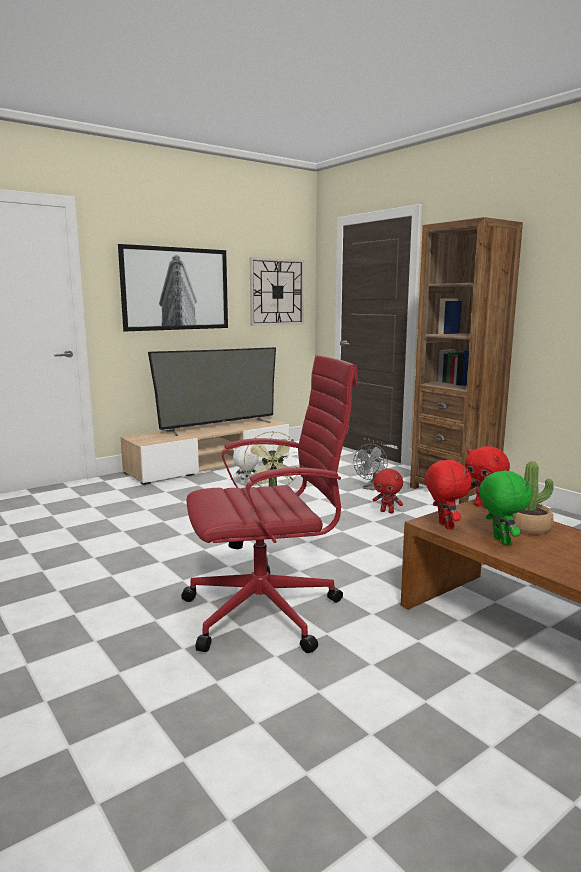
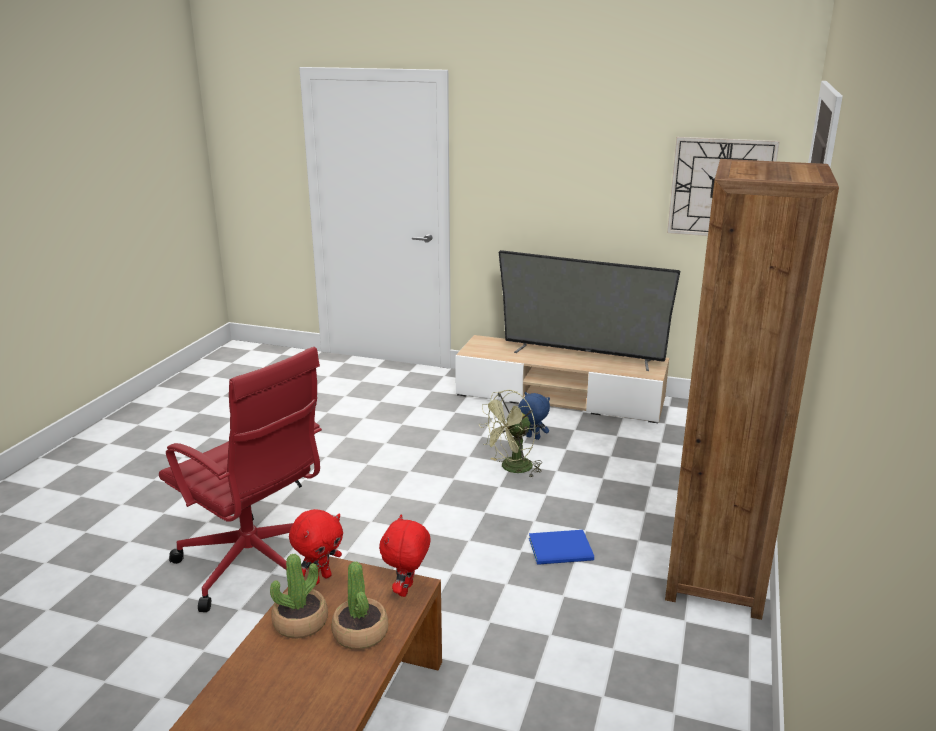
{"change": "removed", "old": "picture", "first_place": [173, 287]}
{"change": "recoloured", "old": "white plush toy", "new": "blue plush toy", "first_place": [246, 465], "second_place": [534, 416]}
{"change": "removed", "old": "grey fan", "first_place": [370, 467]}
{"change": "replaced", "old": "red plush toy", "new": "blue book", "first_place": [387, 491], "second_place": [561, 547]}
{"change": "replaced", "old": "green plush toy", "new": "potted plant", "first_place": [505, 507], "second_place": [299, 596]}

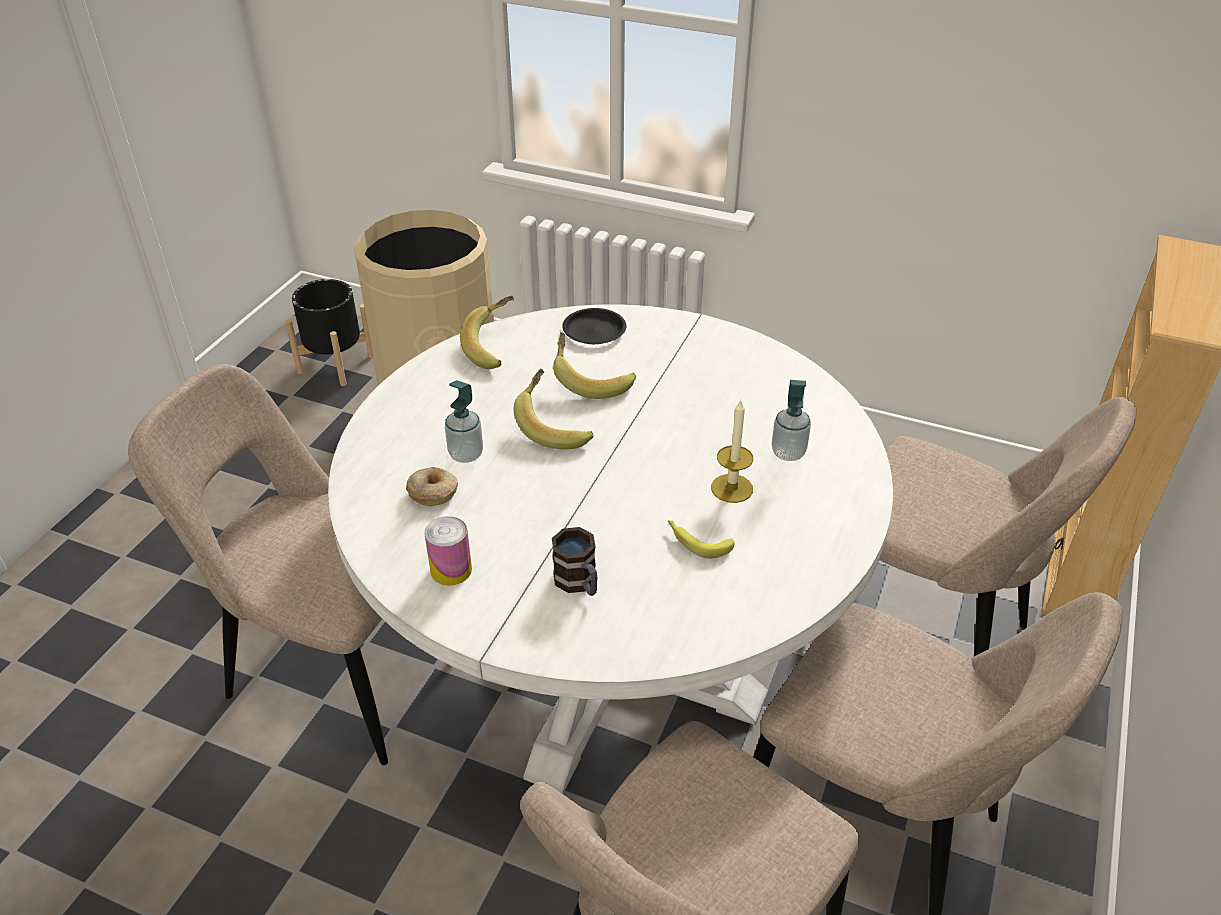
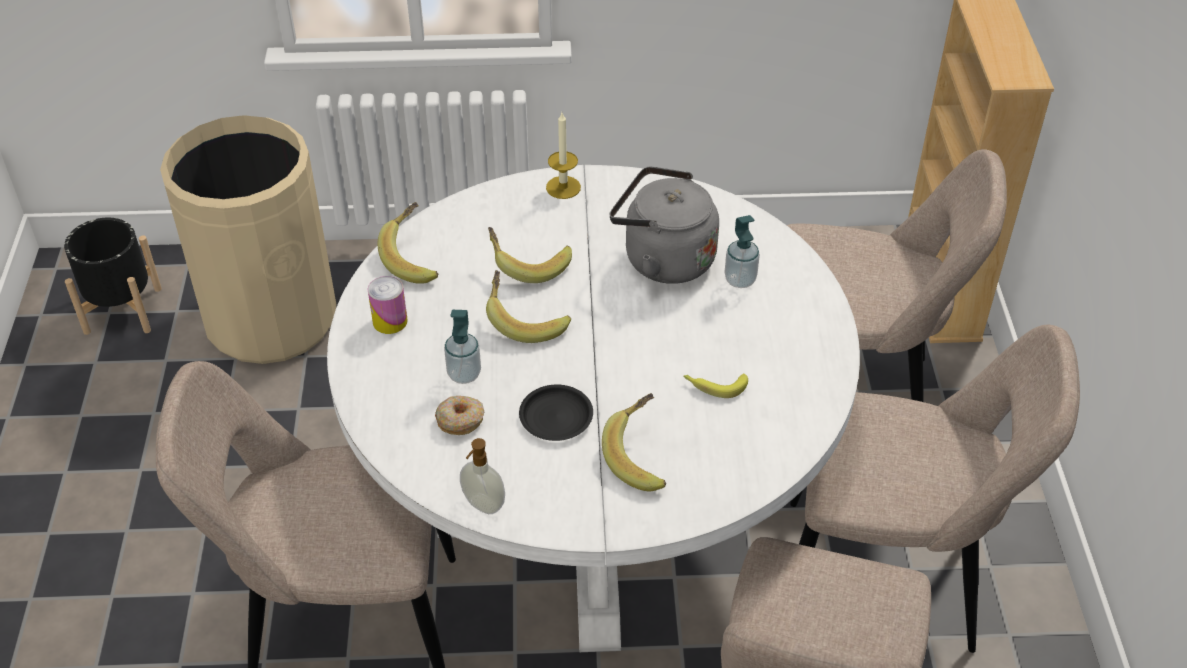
{"change": "moved", "old": "can", "first_place": [448, 550], "second_place": [387, 305]}
{"change": "replaced", "old": "mug", "new": "banana", "first_place": [574, 561], "second_place": [634, 442]}
{"change": "moved", "old": "black plate", "first_place": [594, 326], "second_place": [556, 413]}
{"change": "moved", "old": "candle", "first_place": [732, 451], "second_place": [563, 156]}
{"change": "added", "new": "soap dispenser", "second_place": [482, 476]}
{"change": "added", "new": "grey kettle", "second_place": [664, 225]}

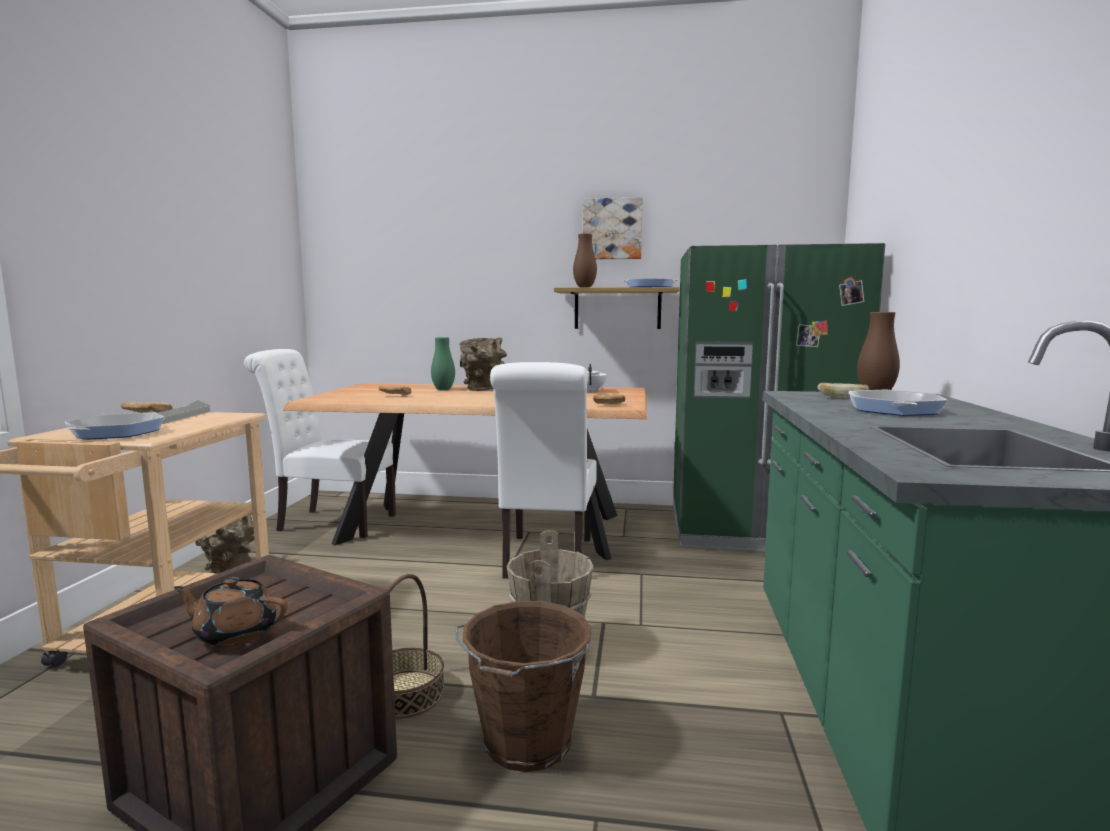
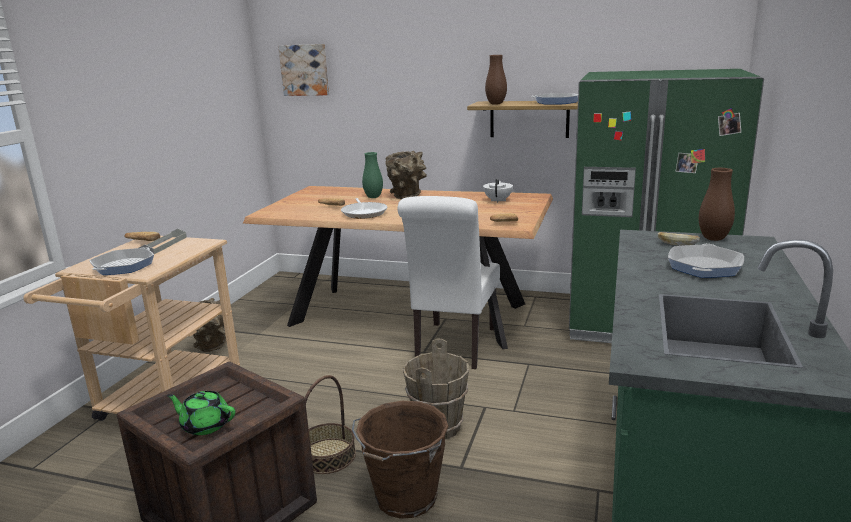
{"change": "recoloured", "old": "brown teapot", "new": "green teapot", "first_place": [230, 612], "second_place": [201, 413]}
{"change": "removed", "old": "white chair", "first_place": [320, 443]}
{"change": "moved", "old": "picture", "first_place": [613, 228], "second_place": [303, 70]}
{"change": "added", "new": "frying pan", "second_place": [364, 208]}

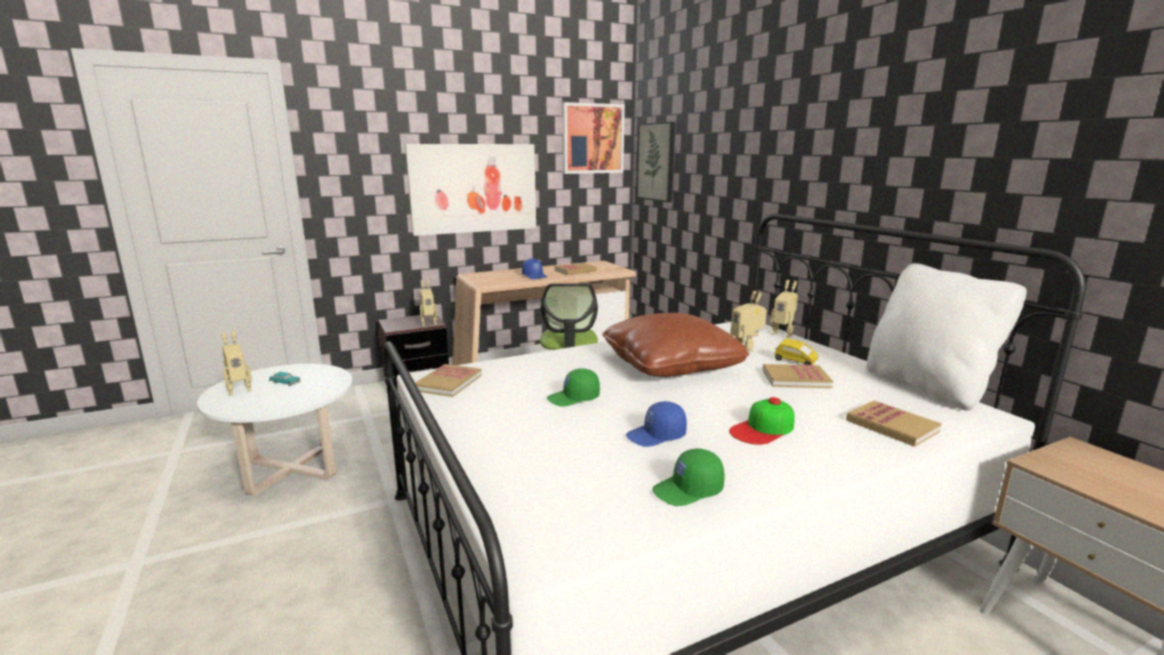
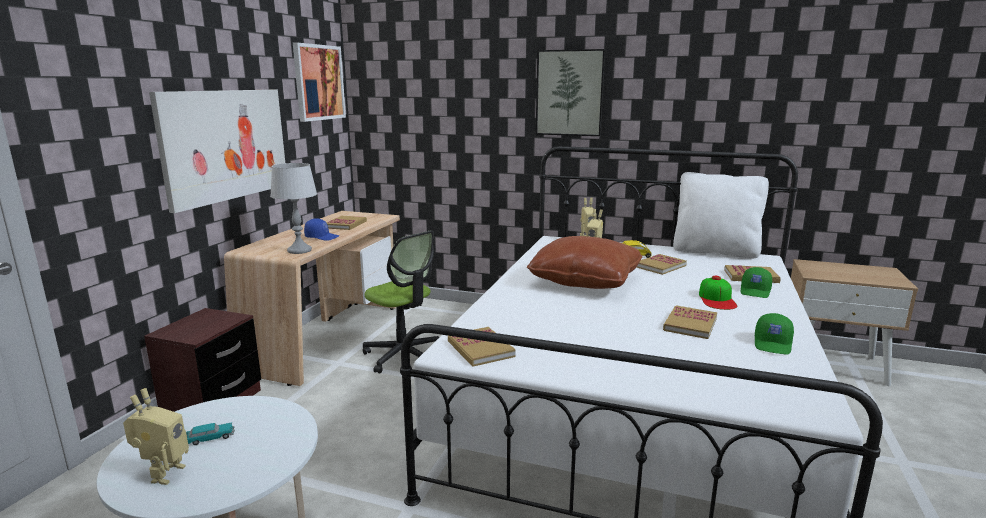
{"change": "removed", "old": "toy robot", "first_place": [429, 303]}
{"change": "moved", "old": "green cap", "first_place": [573, 387], "second_place": [756, 282]}
{"change": "replaced", "old": "blue cap", "new": "book", "first_place": [656, 424], "second_place": [690, 322]}
{"change": "moved", "old": "picture", "first_place": [656, 162], "second_place": [571, 92]}
{"change": "added", "new": "grey table lamp", "second_place": [293, 208]}

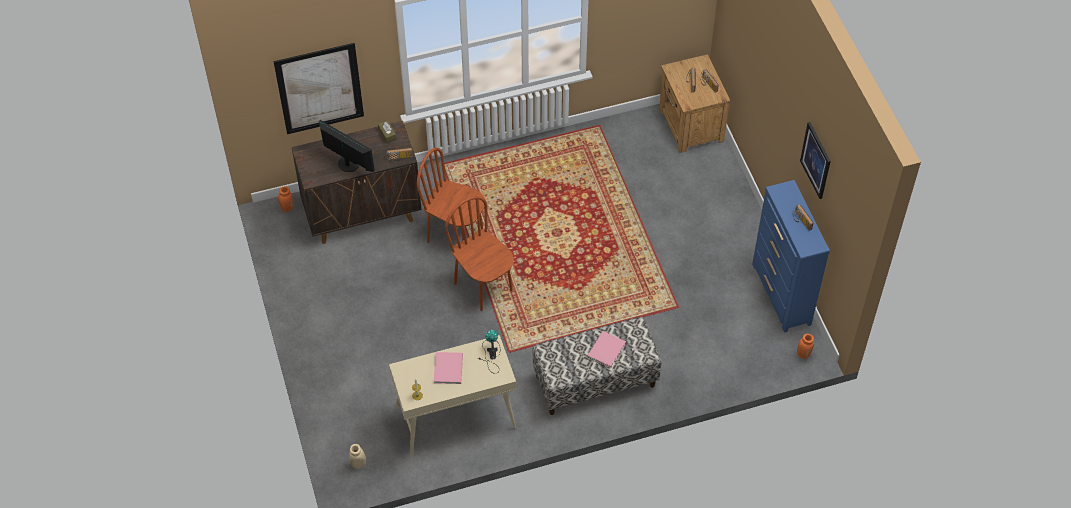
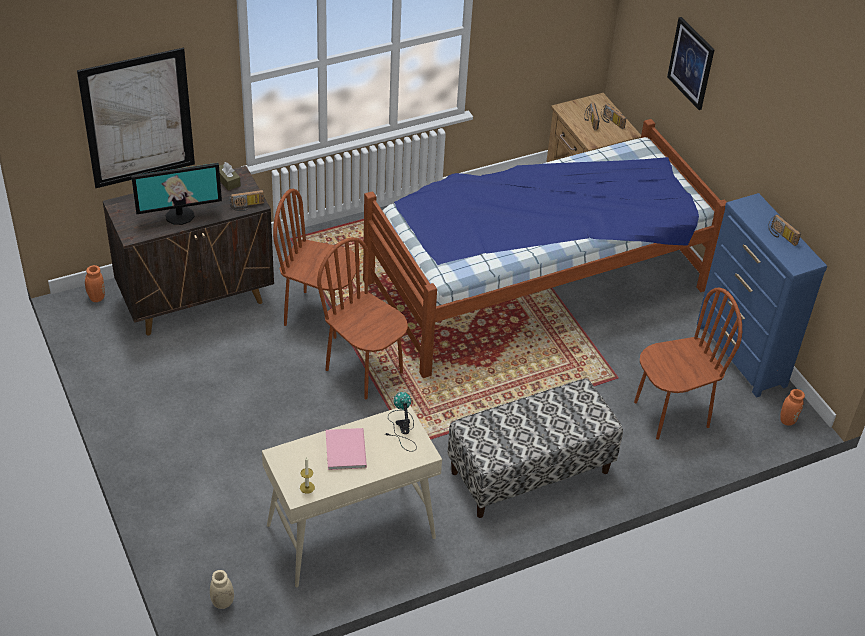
{"change": "turned", "old": "monitor", "first_place": [347, 146], "second_place": [176, 194], "degrees": 135}
{"change": "removed", "old": "pink book", "first_place": [606, 349]}
{"change": "moved", "old": "picture", "first_place": [815, 160], "second_place": [690, 63]}
{"change": "added", "new": "bed", "second_place": [545, 248]}
{"change": "added", "new": "brown chair", "second_place": [688, 364]}

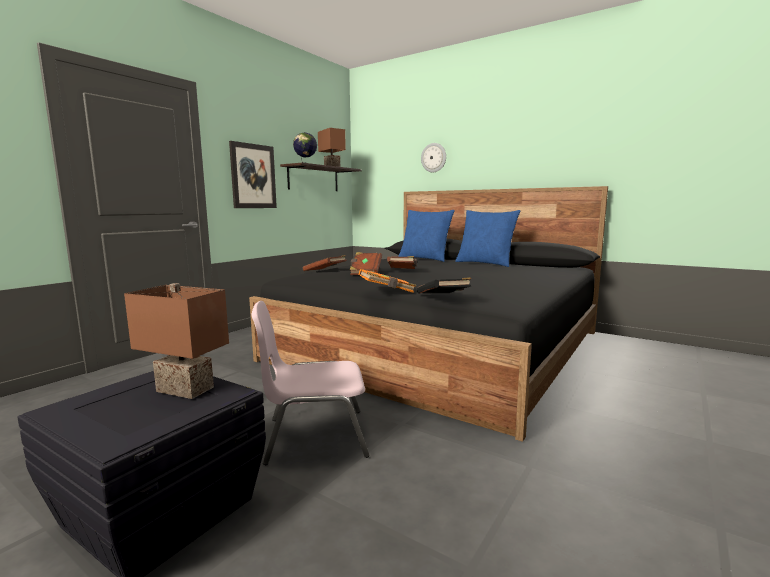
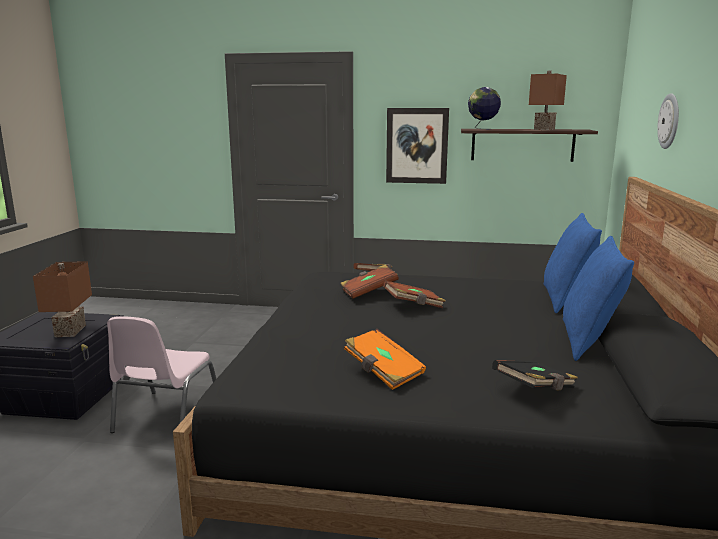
{"change": "turned", "old": "pink chair", "first_place": [311, 383], "second_place": [161, 374], "degrees": -135}
{"change": "moved", "old": "orange book", "first_place": [387, 281], "second_place": [385, 359]}
{"change": "moved", "old": "black book", "first_place": [444, 285], "second_place": [535, 375]}

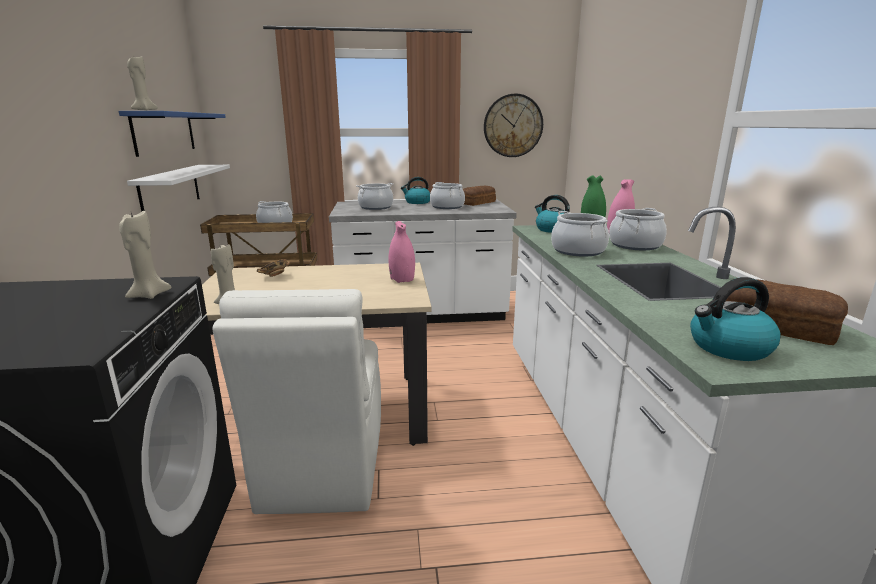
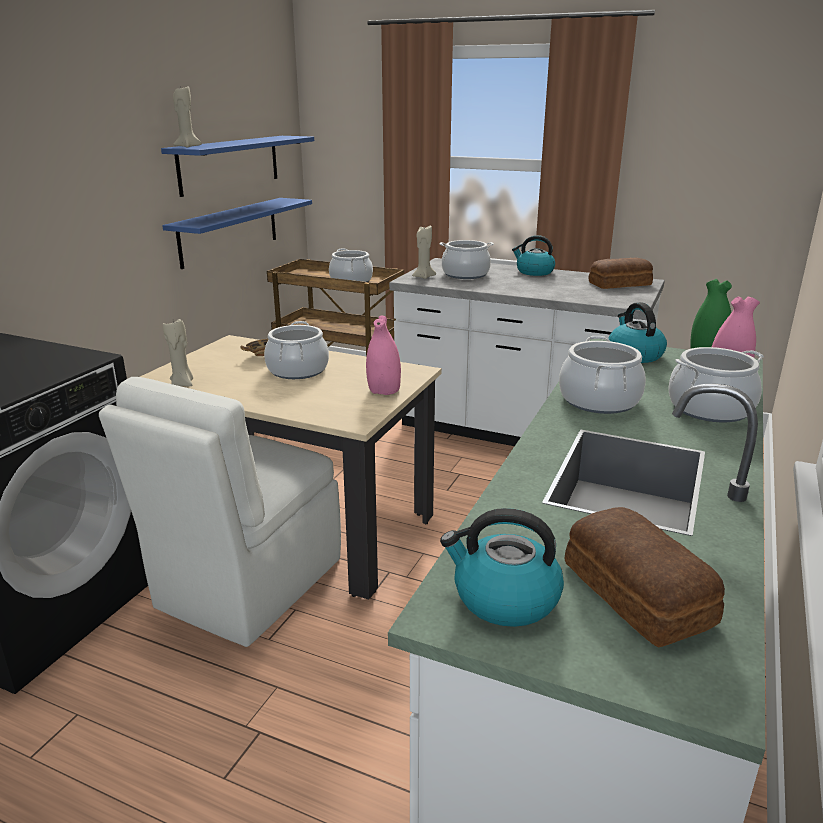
{"change": "moved", "old": "beige candle", "first_place": [145, 254], "second_place": [424, 252]}
{"change": "recoloured", "old": "white shelf", "new": "blue shelf", "first_place": [178, 188], "second_place": [237, 233]}
{"change": "moved", "old": "cooking pot", "first_place": [447, 195], "second_place": [296, 350]}
{"change": "removed", "old": "wall clock", "first_place": [513, 125]}

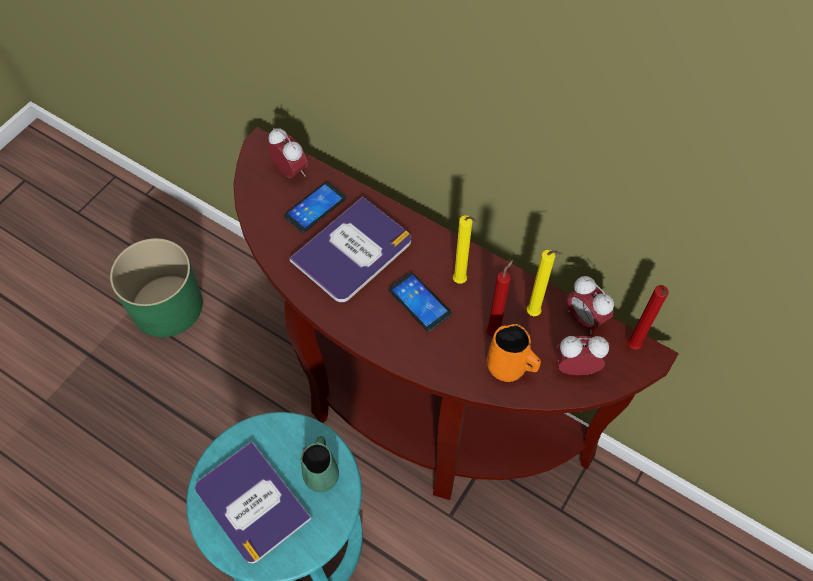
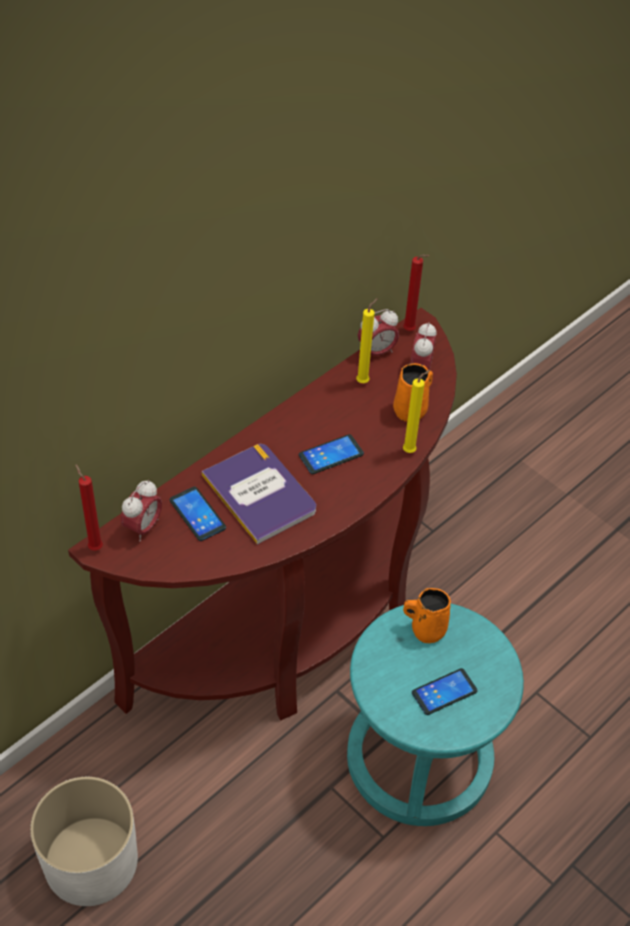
{"change": "recoloured", "old": "green planter", "new": "white planter", "first_place": [156, 287], "second_place": [84, 841]}
{"change": "replaced", "old": "book", "new": "phone", "first_place": [253, 502], "second_place": [445, 691]}
{"change": "turned", "old": "alarm clock", "first_place": [288, 153], "second_place": [141, 510], "degrees": 150}
{"change": "recoloured", "old": "green mug", "new": "orange mug", "first_place": [320, 464], "second_place": [427, 615]}
{"change": "moved", "old": "yellow candle", "first_place": [465, 249], "second_place": [416, 411]}
{"change": "moved", "old": "red candle", "first_place": [499, 298], "second_place": [89, 507]}

